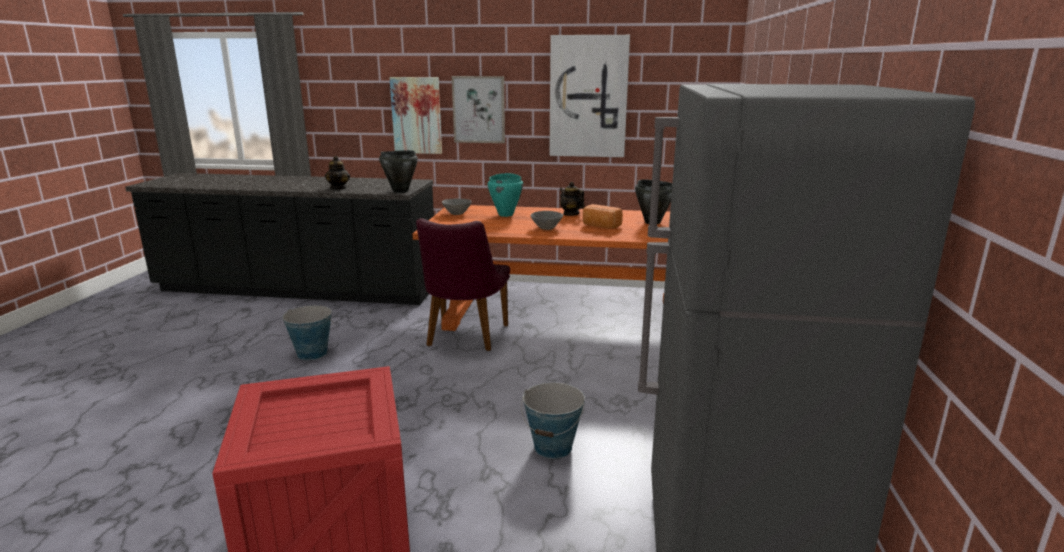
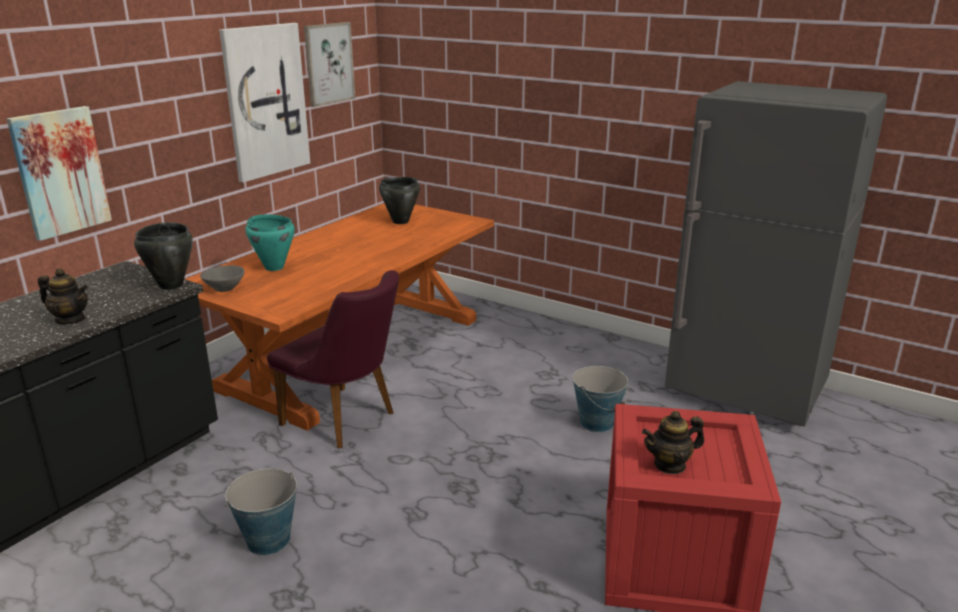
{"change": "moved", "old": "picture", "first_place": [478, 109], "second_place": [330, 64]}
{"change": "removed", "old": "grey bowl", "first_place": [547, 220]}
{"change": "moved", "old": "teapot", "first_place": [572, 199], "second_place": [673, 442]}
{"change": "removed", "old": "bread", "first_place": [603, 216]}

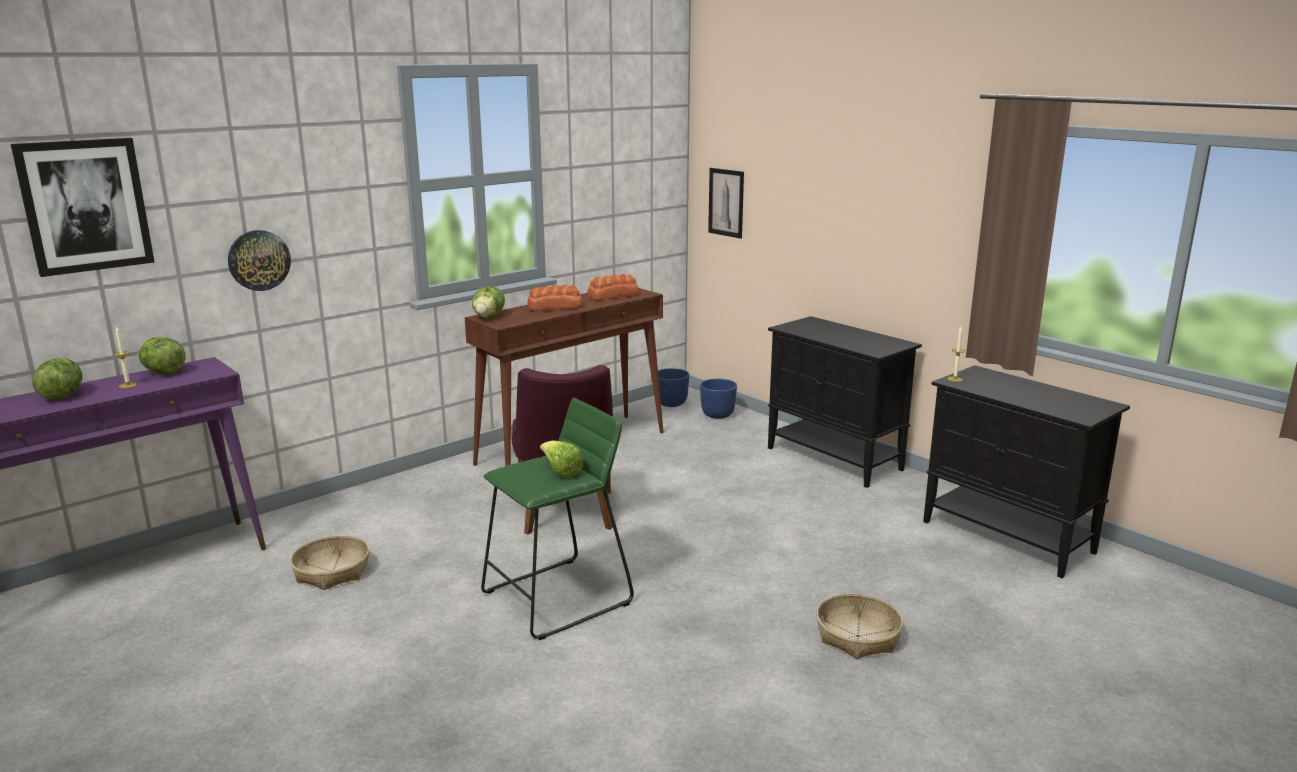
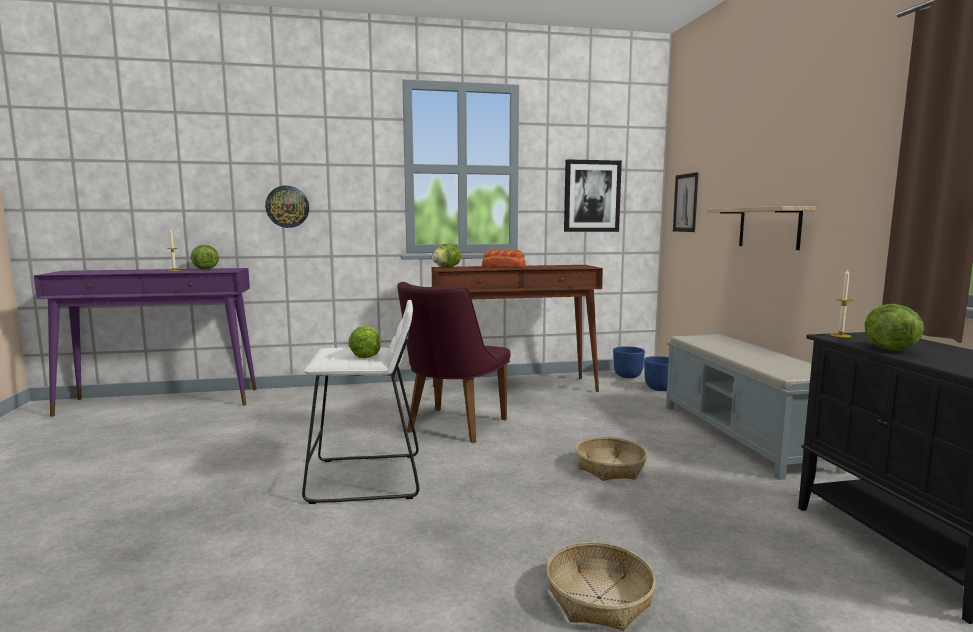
{"change": "moved", "old": "picture", "first_place": [82, 207], "second_place": [593, 195]}
{"change": "moved", "old": "lettuce", "first_place": [57, 379], "second_place": [894, 327]}
{"change": "moved", "old": "basket", "first_place": [330, 562], "second_place": [611, 459]}
{"change": "recoloured", "old": "green stool", "new": "white stool", "first_place": [557, 519], "second_place": [360, 402]}
{"change": "removed", "old": "bread", "first_place": [613, 287]}
{"change": "replaced", "old": "black cabinet", "new": "grey bench", "first_place": [845, 402], "second_place": [756, 407]}
{"change": "added", "new": "shelf", "second_place": [761, 228]}

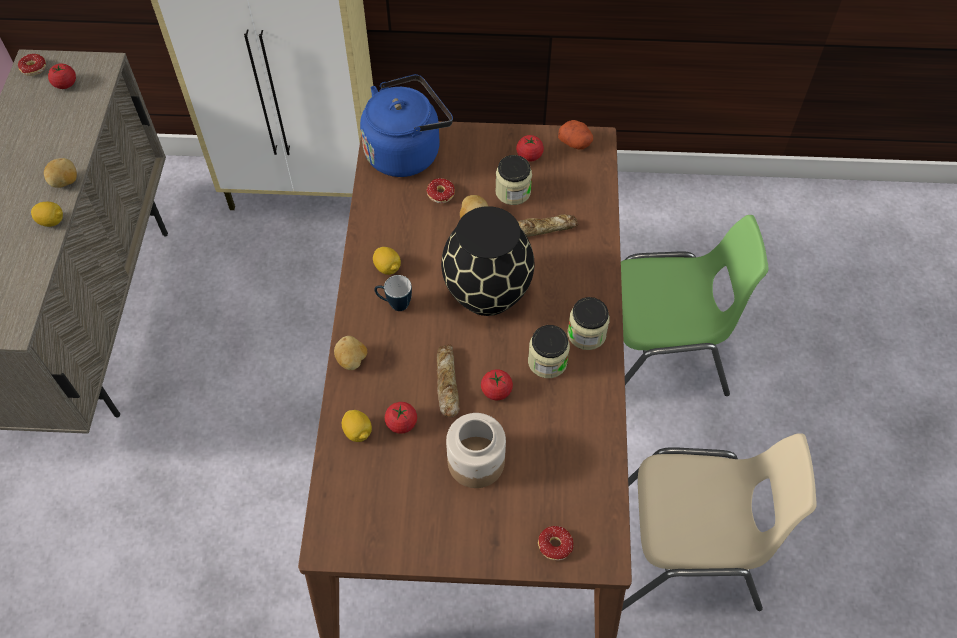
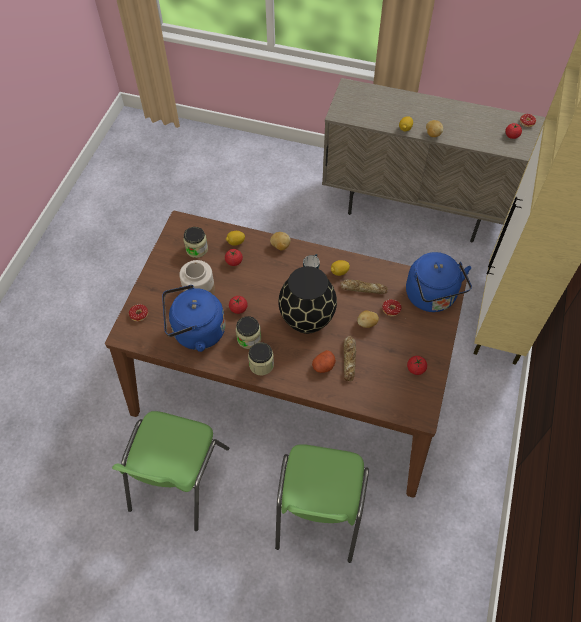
{"change": "moved", "old": "bread", "first_place": [448, 380], "second_place": [364, 286]}
{"change": "moved", "old": "jar", "first_place": [513, 180], "second_place": [195, 242]}
{"change": "moved", "old": "potato", "first_place": [575, 135], "second_place": [324, 361]}
{"change": "recoloured", "old": "beige chair", "new": "green chair", "first_place": [719, 522], "second_place": [170, 471]}
{"change": "added", "new": "blue kettle", "second_place": [194, 318]}

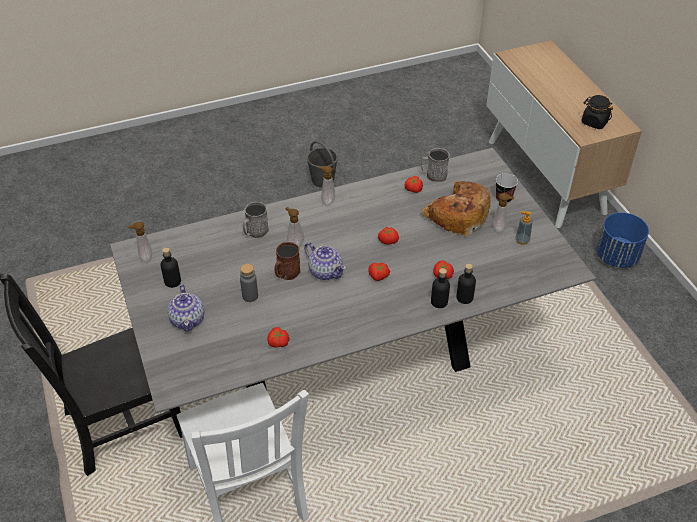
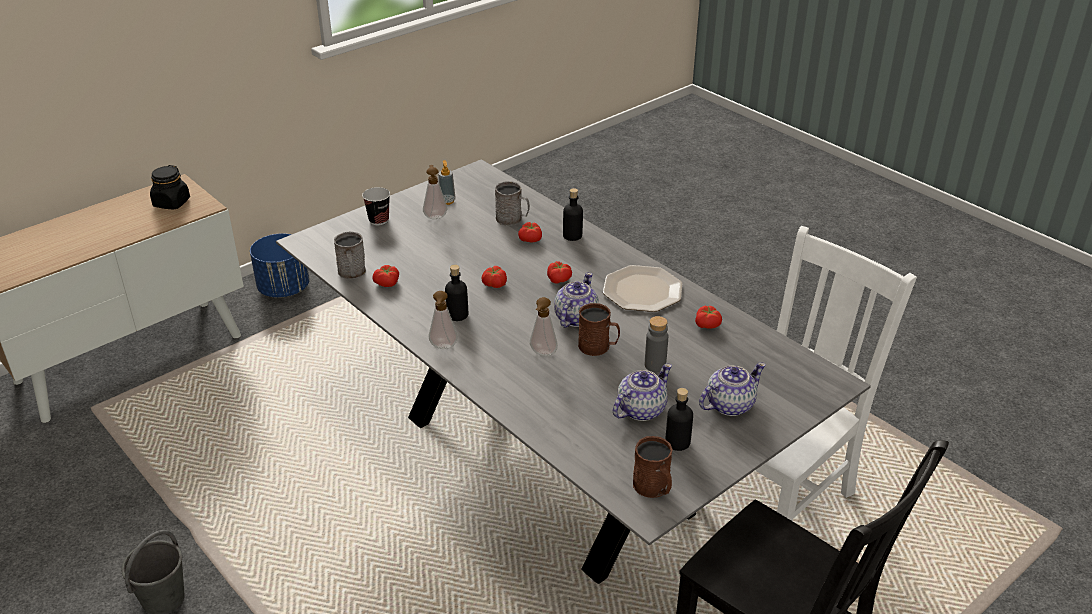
{"change": "replaced", "old": "soap dispenser", "new": "brown mug", "first_place": [140, 242], "second_place": [653, 467]}
{"change": "moved", "old": "grey mug", "first_place": [256, 220], "second_place": [512, 203]}
{"change": "removed", "old": "bread", "first_place": [456, 208]}
{"change": "moved", "old": "black bottle", "first_place": [466, 284], "second_place": [456, 293]}
{"change": "added", "new": "plate", "second_place": [642, 288]}
{"change": "added", "new": "teapot", "second_place": [642, 392]}

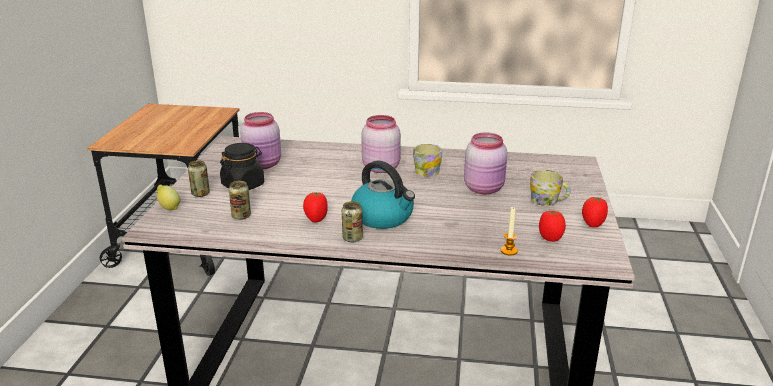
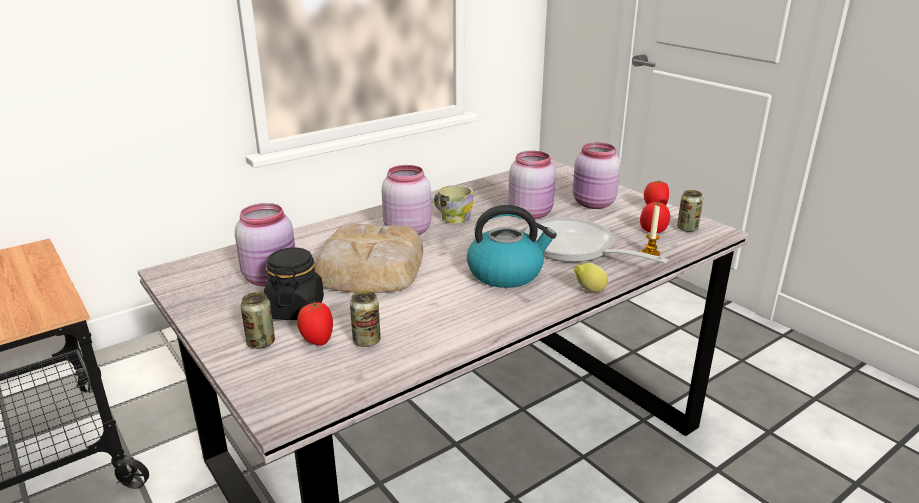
{"change": "moved", "old": "lemon", "first_place": [168, 197], "second_place": [591, 277]}
{"change": "moved", "old": "tomato", "first_place": [315, 207], "second_place": [315, 324]}
{"change": "moved", "old": "can", "first_place": [352, 221], "second_place": [690, 211]}
{"change": "replaced", "old": "mug", "new": "pink jar", "first_place": [550, 188], "second_place": [597, 176]}
{"change": "added", "new": "bread", "second_place": [368, 258]}
{"change": "added", "new": "frying pan", "second_place": [596, 240]}

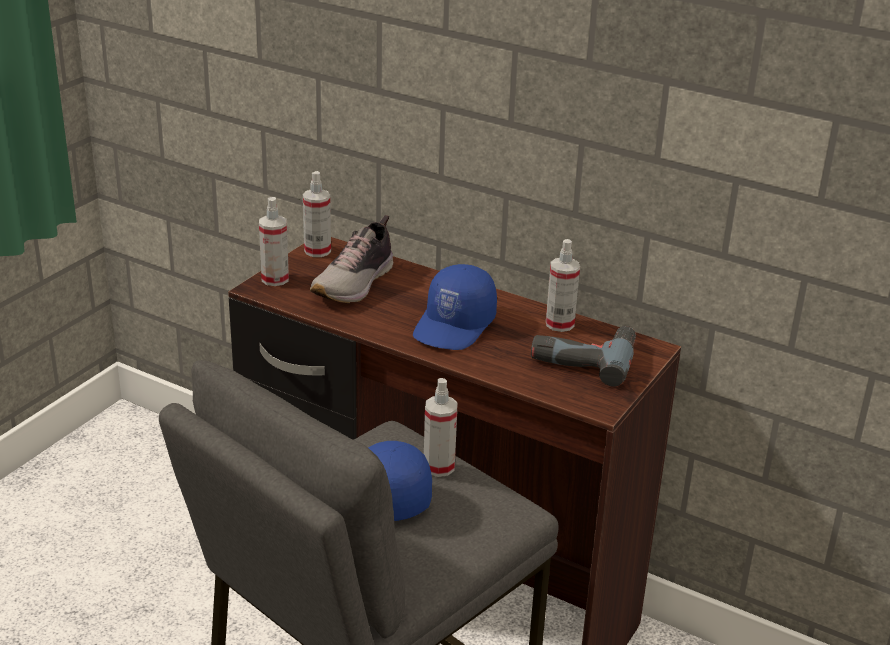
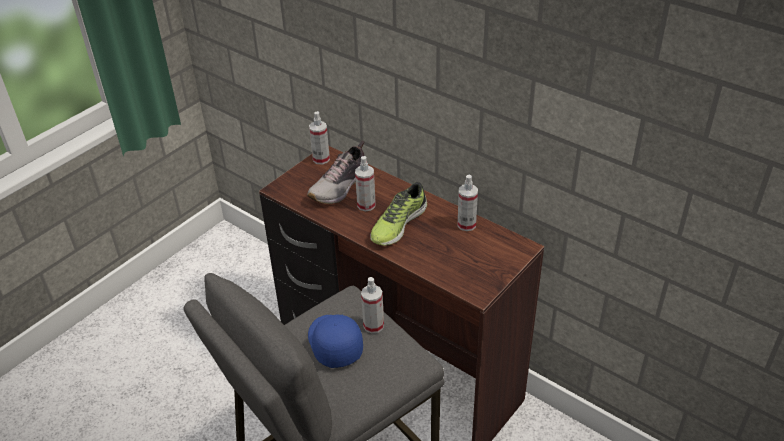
{"change": "moved", "old": "spray bottle", "first_place": [274, 241], "second_place": [365, 183]}
{"change": "replaced", "old": "blue cap", "new": "shoe", "first_place": [455, 307], "second_place": [398, 214]}
{"change": "removed", "old": "power drill", "first_place": [583, 356]}

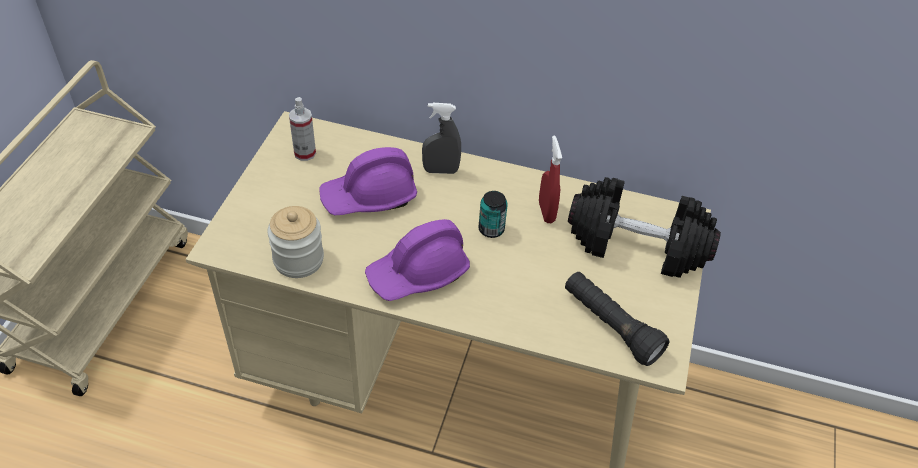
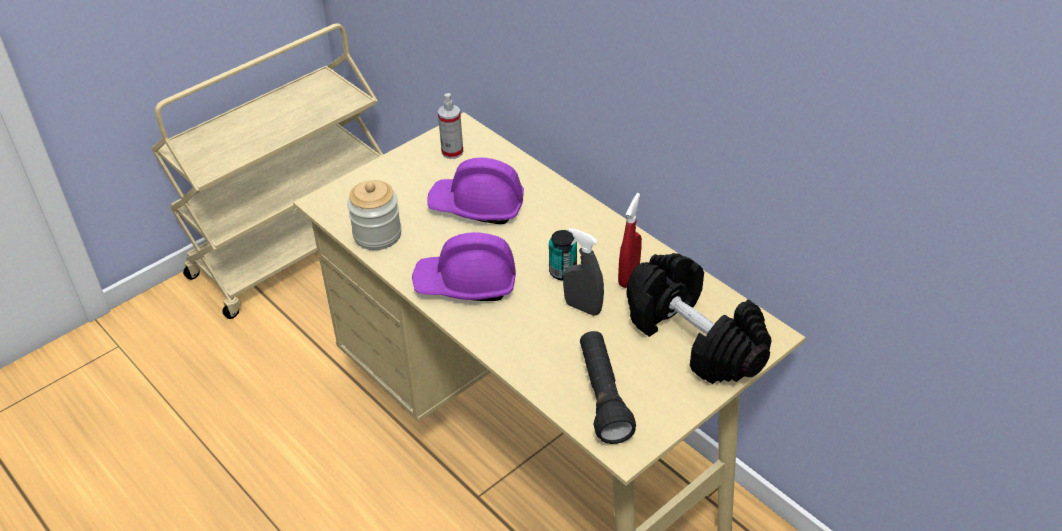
{"change": "moved", "old": "grey spray bottle", "first_place": [441, 138], "second_place": [583, 272]}

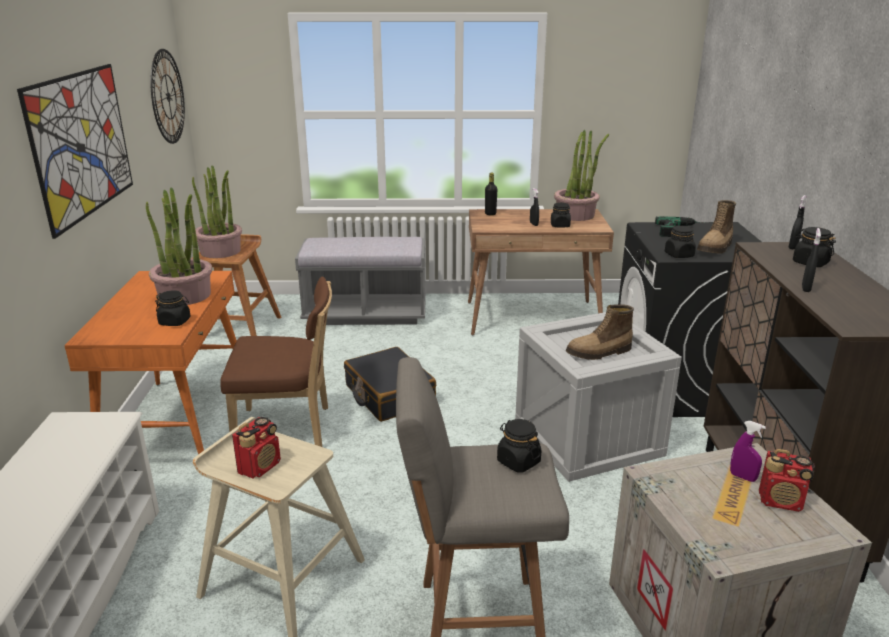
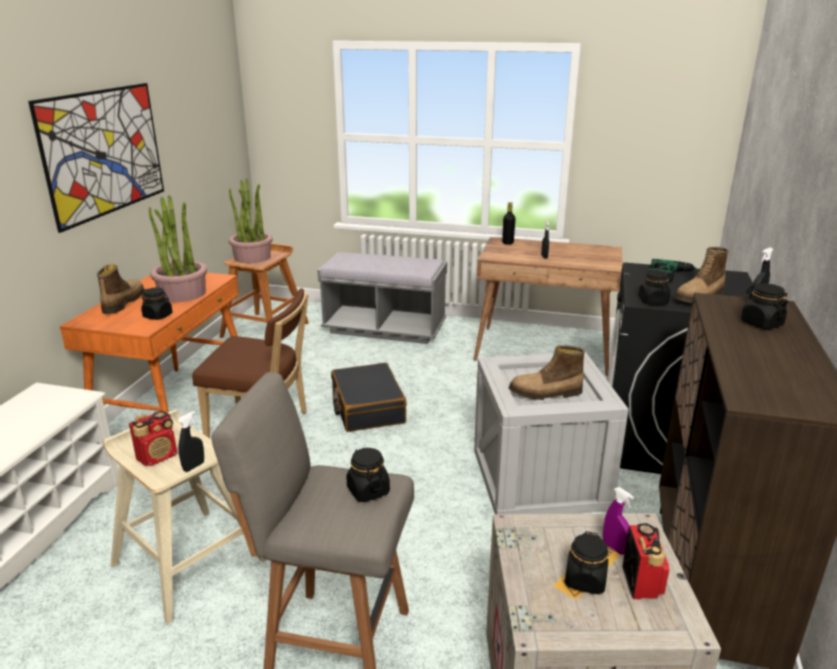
{"change": "removed", "old": "wall clock", "first_place": [167, 96]}
{"change": "moved", "old": "black jar", "first_place": [561, 215], "second_place": [586, 562]}
{"change": "removed", "old": "potted plant", "first_place": [581, 175]}
{"change": "turned", "old": "radio", "first_place": [787, 480], "second_place": [645, 561], "degrees": -120}
{"change": "moved", "old": "black spray bottle", "first_place": [811, 260], "second_place": [191, 441]}
{"change": "added", "new": "boot", "second_place": [120, 289]}

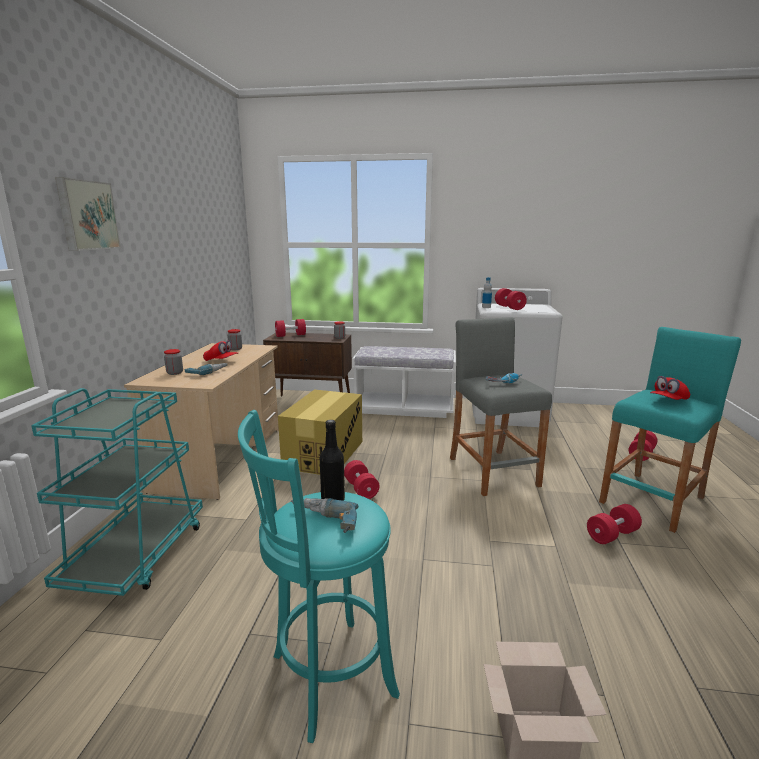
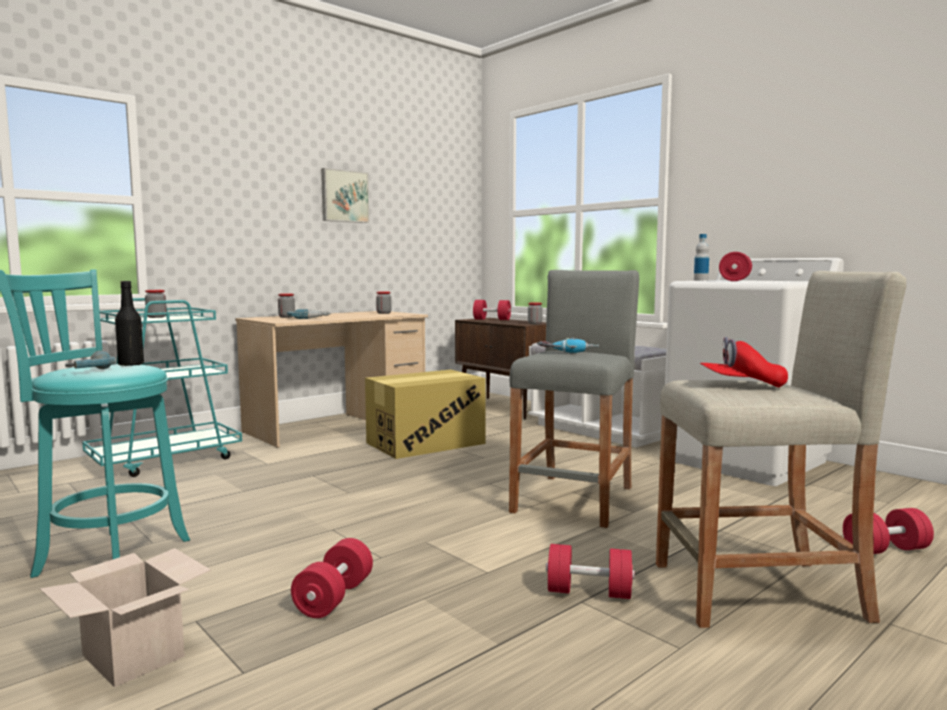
{"change": "moved", "old": "picture", "first_place": [88, 214], "second_place": [345, 195]}
{"change": "removed", "old": "red cap", "first_place": [220, 350]}
{"change": "moved", "old": "red dumbbell", "first_place": [362, 479], "second_place": [332, 578]}
{"change": "recoloured", "old": "turquoise stool", "new": "beige stool", "first_place": [670, 430], "second_place": [781, 449]}
{"change": "added", "new": "jar", "second_place": [156, 304]}

